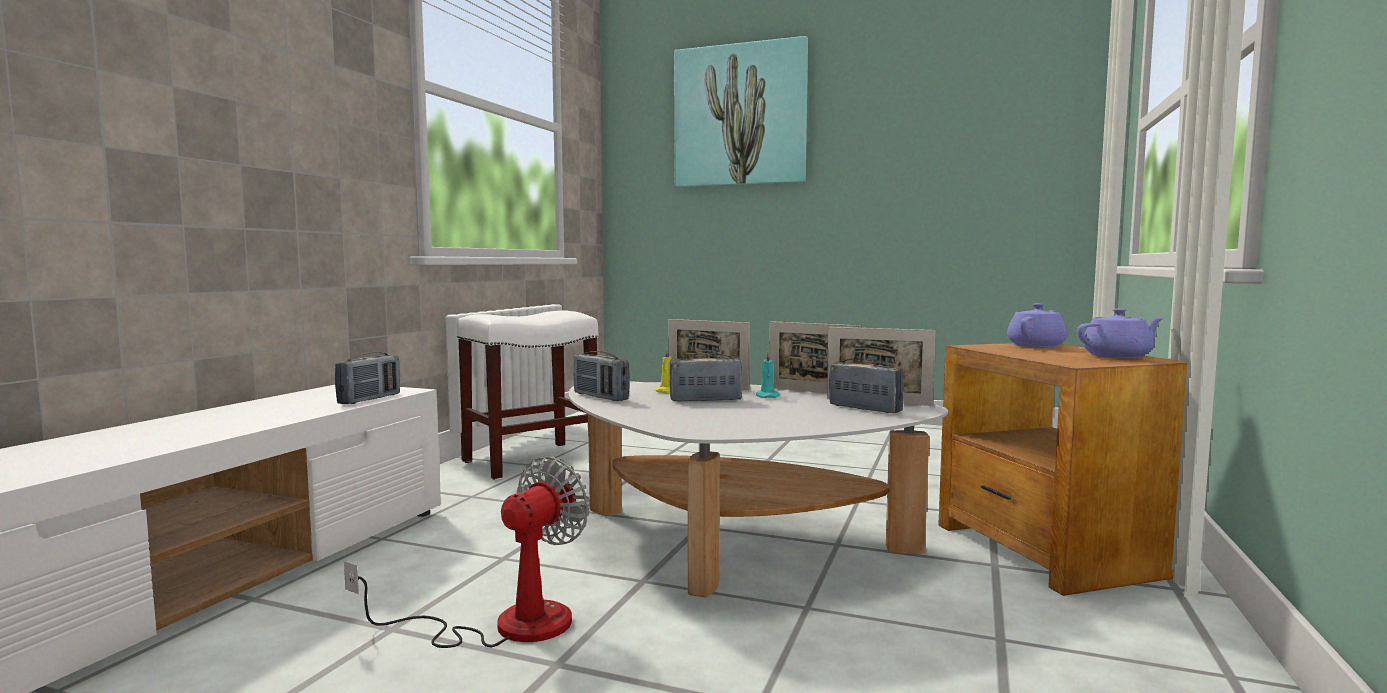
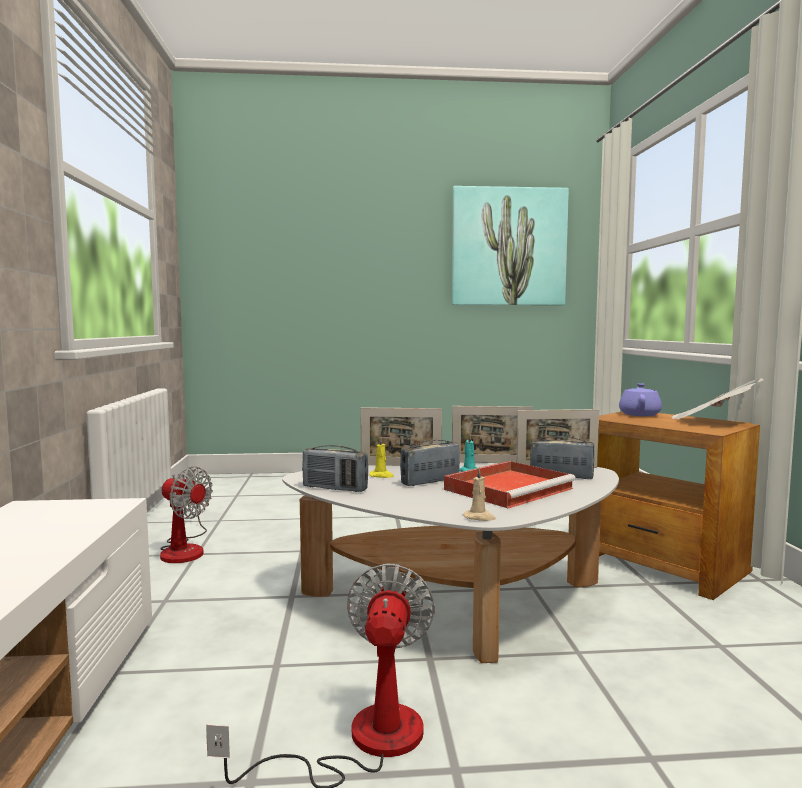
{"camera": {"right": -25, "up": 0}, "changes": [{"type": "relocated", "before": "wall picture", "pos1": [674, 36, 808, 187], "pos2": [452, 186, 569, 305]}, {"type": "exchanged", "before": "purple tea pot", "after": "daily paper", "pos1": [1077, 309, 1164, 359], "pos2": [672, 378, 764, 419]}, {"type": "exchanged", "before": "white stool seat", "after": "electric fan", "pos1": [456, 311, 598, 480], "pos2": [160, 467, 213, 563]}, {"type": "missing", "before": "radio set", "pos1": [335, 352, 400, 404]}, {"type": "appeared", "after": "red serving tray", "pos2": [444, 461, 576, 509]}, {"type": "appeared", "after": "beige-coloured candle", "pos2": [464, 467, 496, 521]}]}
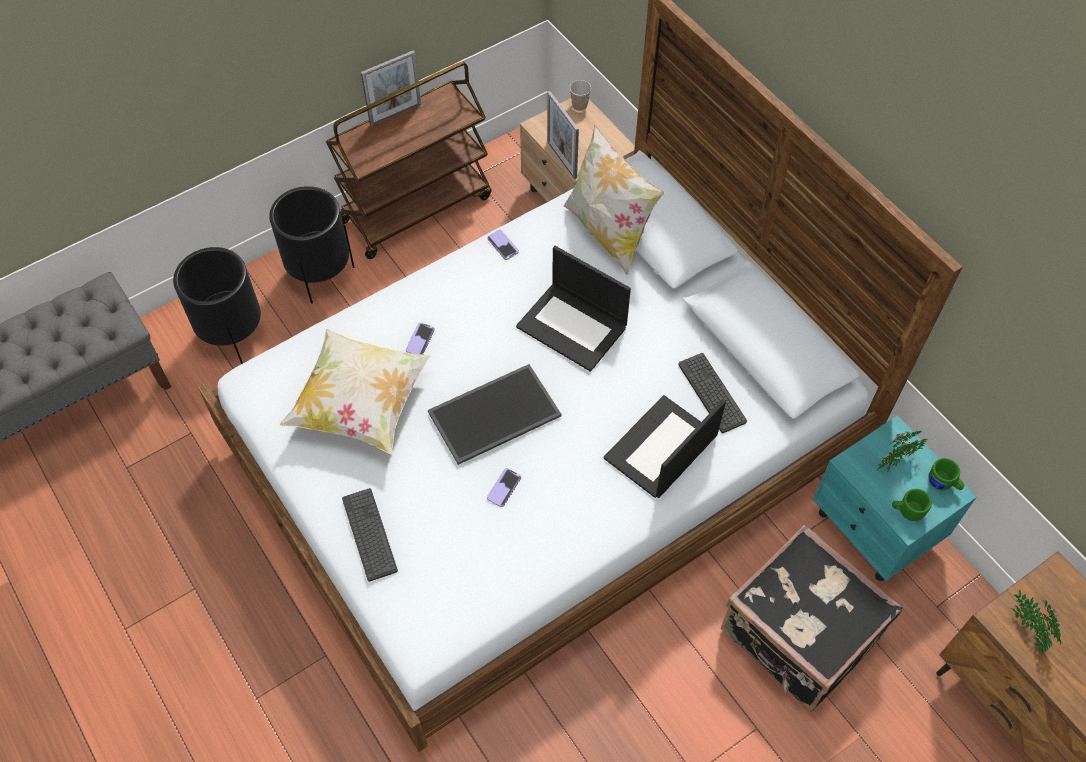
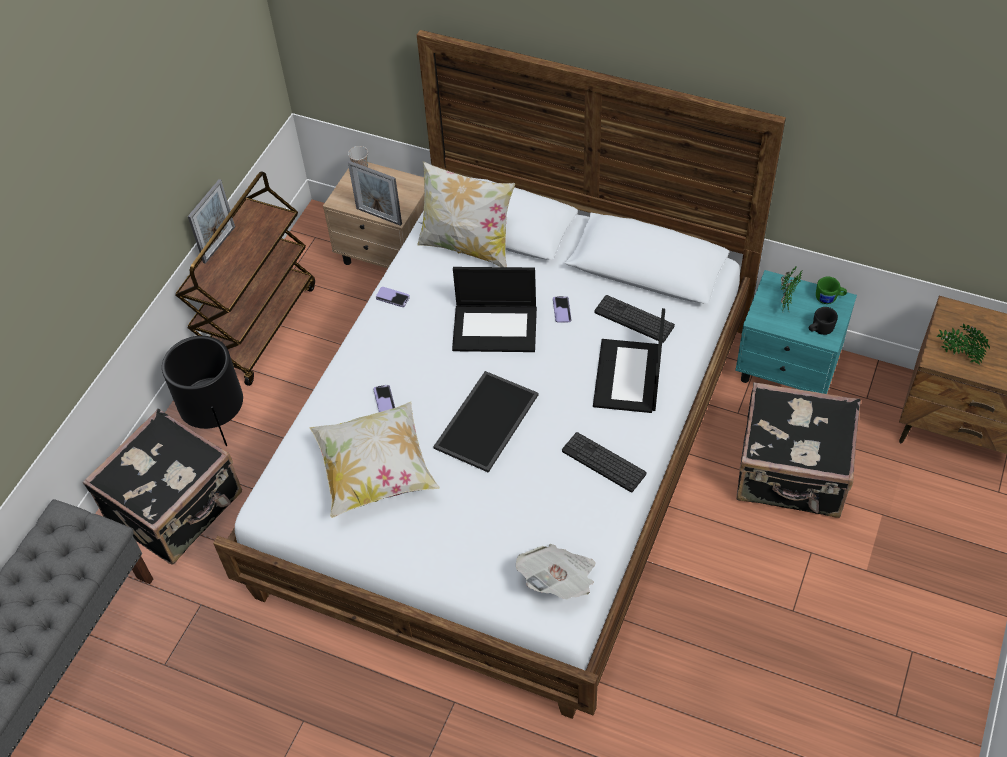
{"camera": {"right": -30, "up": -5}, "changes": [{"type": "exchanged", "before": "black-coloured plant pot", "after": "black-coloured piece of luggage", "pos1": [173, 247, 261, 364], "pos2": [83, 409, 242, 565]}, {"type": "relocated", "before": "phone", "pos1": [487, 468, 521, 507], "pos2": [553, 296, 571, 323]}, {"type": "relocated", "before": "computer keyboard", "pos1": [342, 488, 398, 582], "pos2": [562, 432, 646, 492]}, {"type": "colour", "before": "green-coloured mug", "after": "black-coloured mug", "pos1": [892, 489, 932, 521], "pos2": [809, 307, 838, 335]}, {"type": "appeared", "after": "daily paper", "pos2": [516, 544, 596, 599]}]}
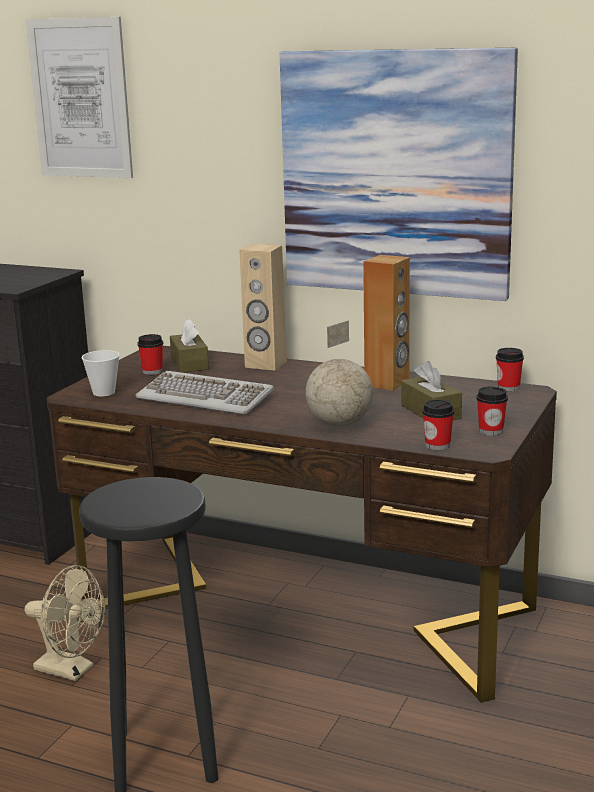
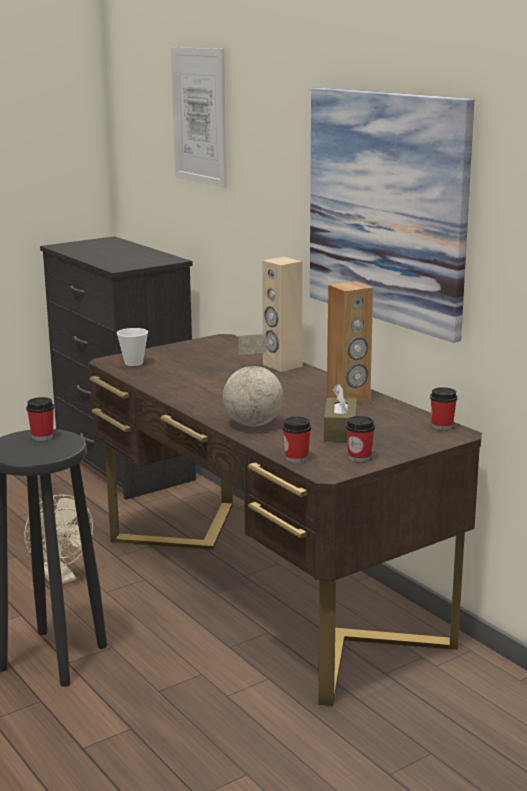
{"camera": {"right": 30, "up": 0}, "changes": [{"type": "missing", "before": "brownish tissue holder", "pos1": [170, 319, 209, 373]}, {"type": "relocated", "before": "drinking cup", "pos1": [137, 334, 163, 375], "pos2": [26, 397, 54, 441]}, {"type": "missing", "before": "computer keyboard", "pos1": [135, 371, 274, 414]}]}
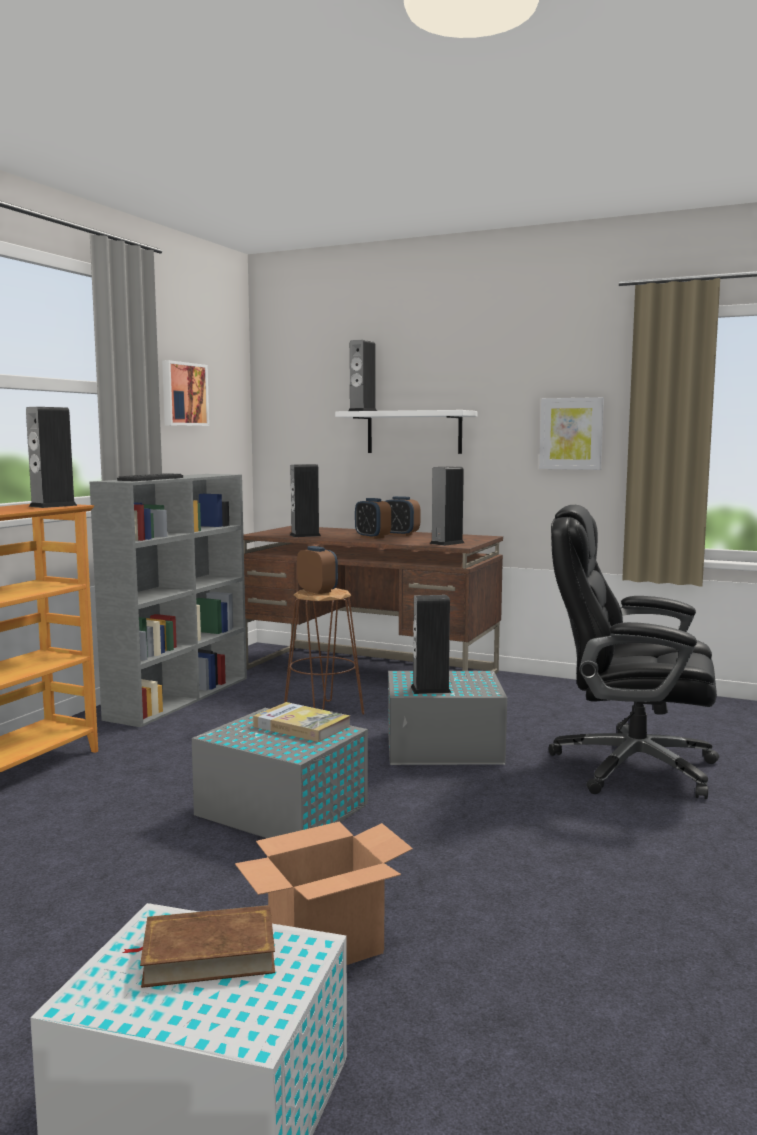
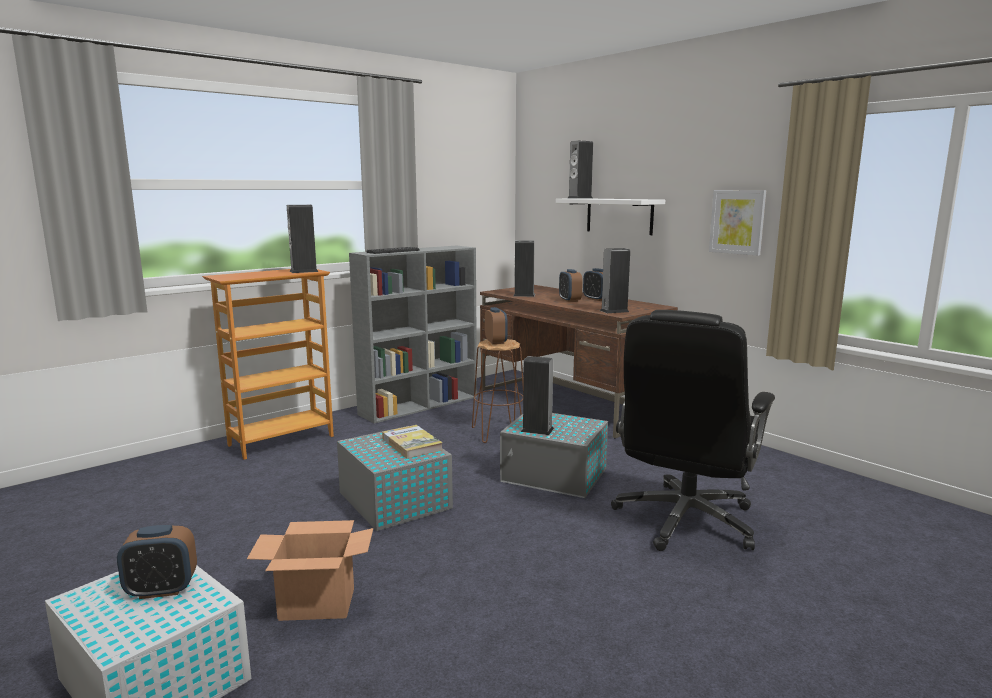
{"camera": {"right": 25, "up": 5}, "changes": [{"type": "missing", "before": "wall picture", "pos1": [162, 360, 209, 426]}, {"type": "spun", "before": "black-coloured office chair", "pos1": [548, 505, 719, 800], "pos2": [611, 310, 775, 551], "turn": -105}, {"type": "exchanged", "before": "brownish bound book", "after": "table clock", "pos1": [122, 905, 275, 988], "pos2": [117, 525, 197, 599]}]}
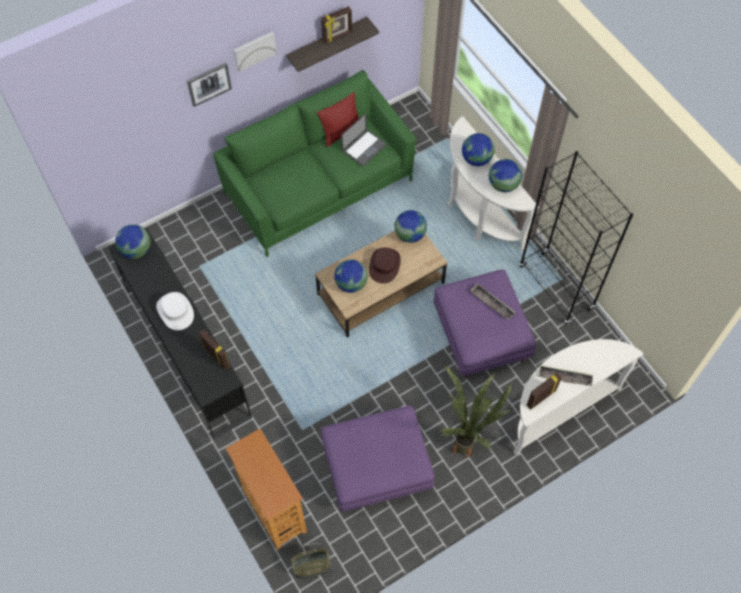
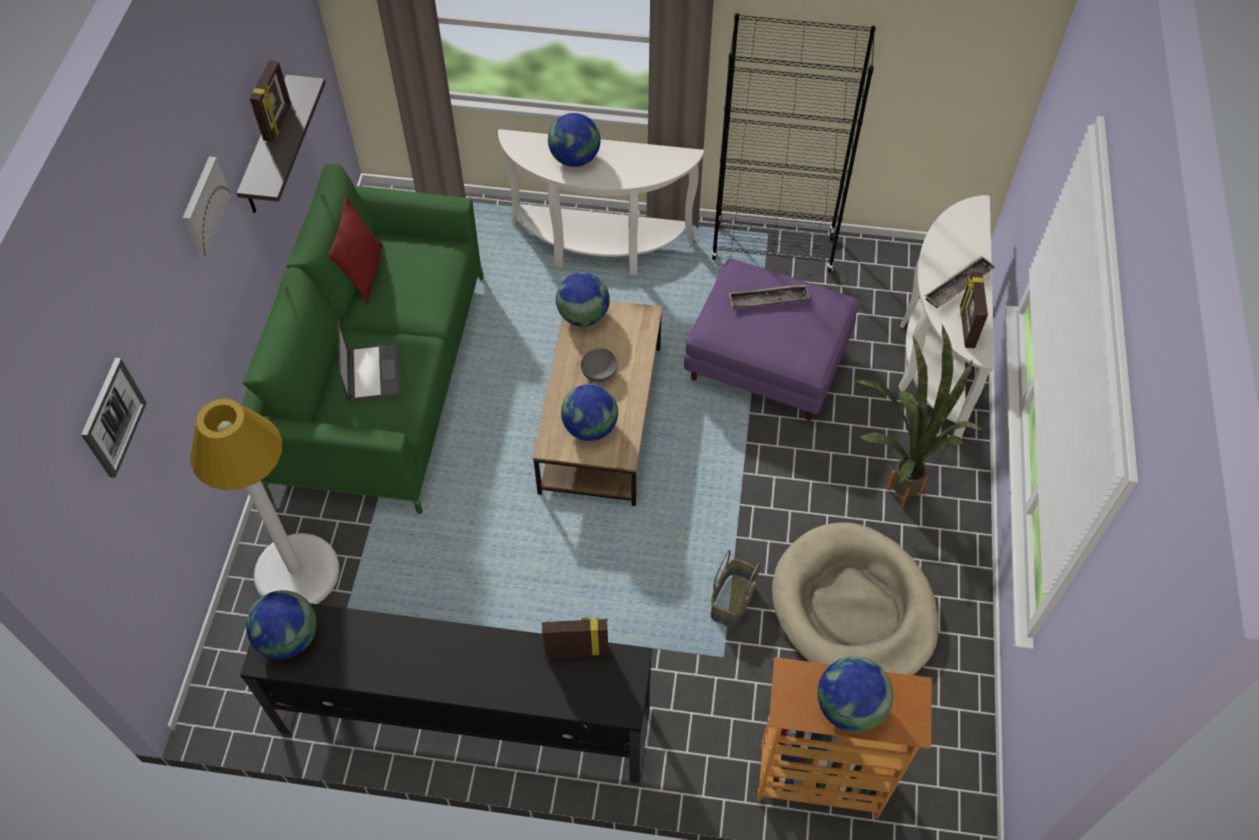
{"camera": {"right": -50, "up": -5}, "changes": [{"type": "relocated", "before": "wall picture", "pos1": [187, 63, 232, 107], "pos2": [81, 358, 147, 478]}, {"type": "relocated", "before": "portable computer", "pos1": [341, 113, 387, 167], "pos2": [338, 321, 400, 403]}, {"type": "relocated", "before": "world globe", "pos1": [489, 159, 522, 192], "pos2": [818, 656, 893, 733]}, {"type": "exchanged", "before": "brownish clothing hat", "after": "grey deep dish", "pos1": [369, 248, 401, 284], "pos2": [581, 348, 618, 383]}, {"type": "missing", "before": "white clothing hat", "pos1": [156, 292, 194, 330]}, {"type": "exchanged", "before": "purple ottoman", "after": "beige-coloured dog cushion", "pos1": [321, 405, 435, 512], "pos2": [772, 522, 939, 675]}, {"type": "relocated", "before": "basket", "pos1": [291, 543, 331, 579], "pos2": [710, 550, 761, 628]}, {"type": "appeared", "after": "white standing lamp", "pos2": [190, 399, 339, 604]}]}
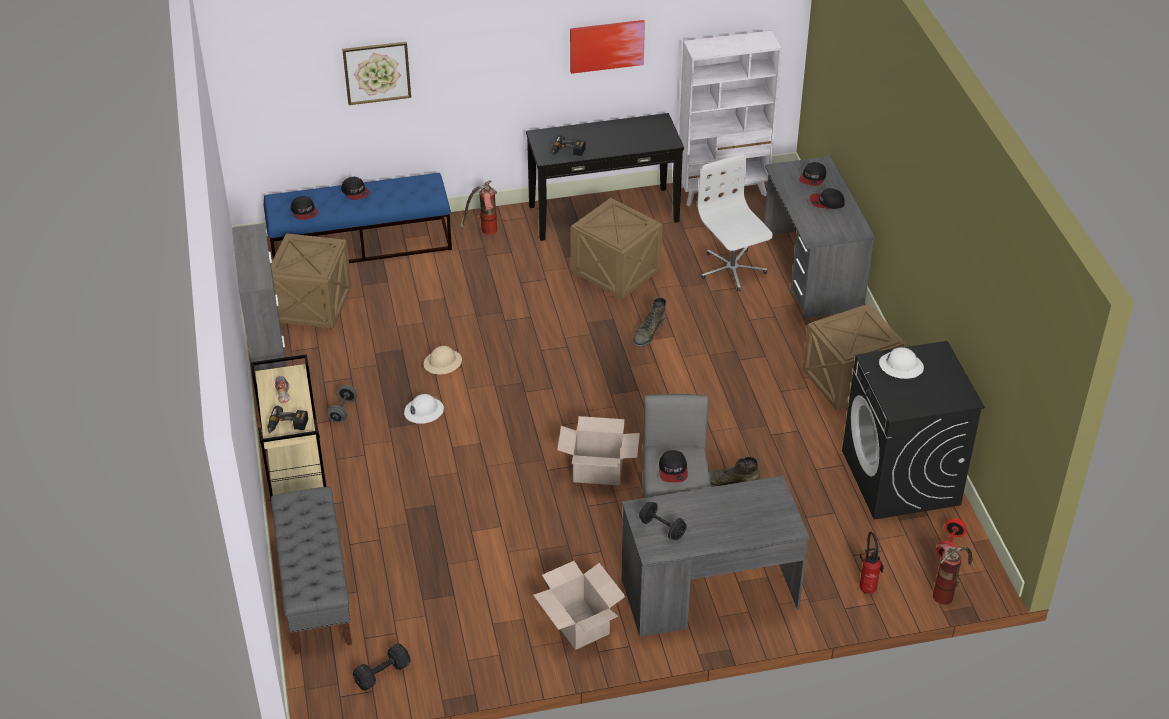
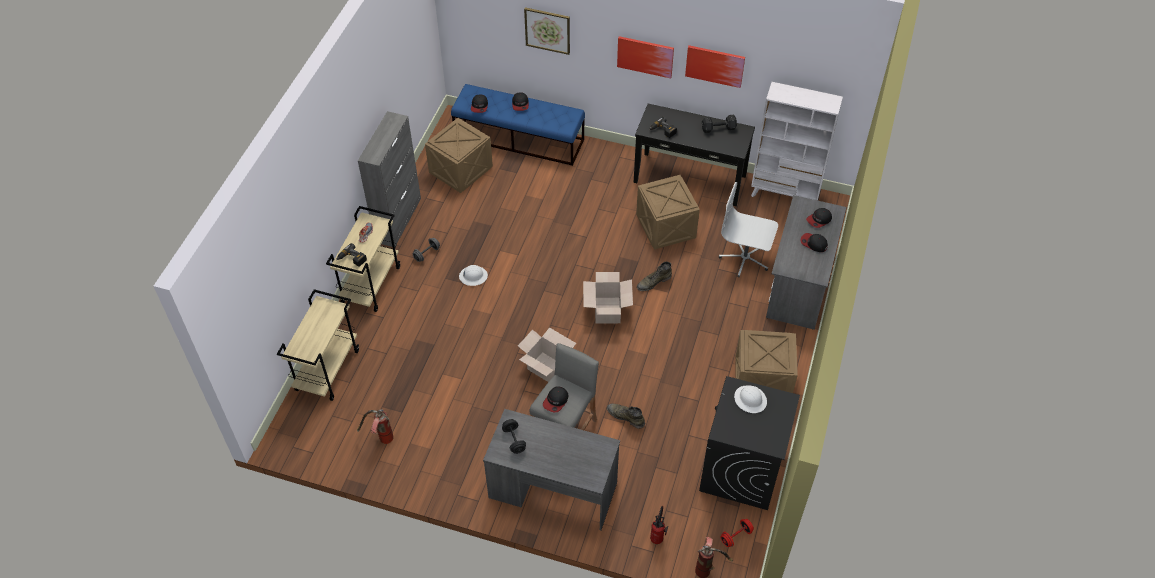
{"camera": {"right": 30, "up": 10}, "changes": [{"type": "spun", "before": "white office chair", "pos1": [697, 154, 773, 291], "pos2": [719, 182, 778, 277], "turn": -75}, {"type": "relocated", "before": "extinguisher", "pos1": [460, 181, 497, 235], "pos2": [357, 409, 394, 444]}, {"type": "missing", "before": "beige-coloured hard hat", "pos1": [424, 346, 462, 375]}, {"type": "exchanged", "before": "grey indoor bench", "after": "beige-coloured wheeled cart", "pos1": [271, 487, 352, 654], "pos2": [277, 289, 359, 401]}, {"type": "relocated", "before": "carton", "pos1": [533, 561, 626, 650], "pos2": [583, 272, 633, 323]}, {"type": "relocated", "before": "black-coloured dumbbell", "pos1": [353, 643, 411, 691], "pos2": [702, 115, 737, 133]}, {"type": "appeared", "after": "wall picture", "pos2": [617, 36, 674, 78]}]}
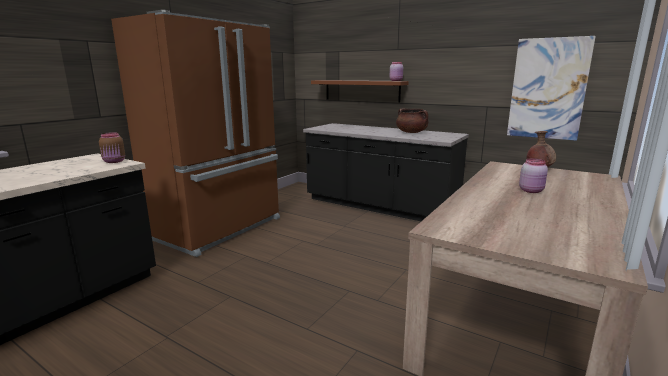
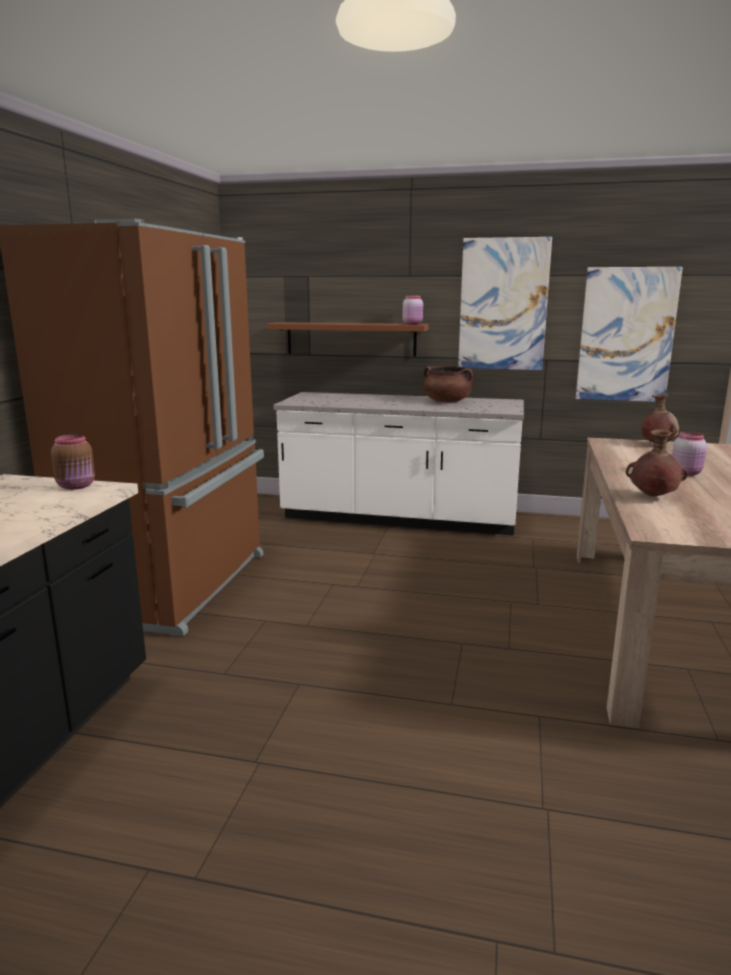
{"camera": {"right": -20, "up": 0}, "changes": [{"type": "colour", "before": "black-coloured kitchen counter", "after": "white kitchen counter", "pos1": [303, 123, 469, 221], "pos2": [273, 392, 524, 536]}, {"type": "appeared", "after": "wall picture", "pos2": [458, 237, 552, 370]}, {"type": "appeared", "after": "brownish flower vase", "pos2": [626, 429, 687, 496]}]}
